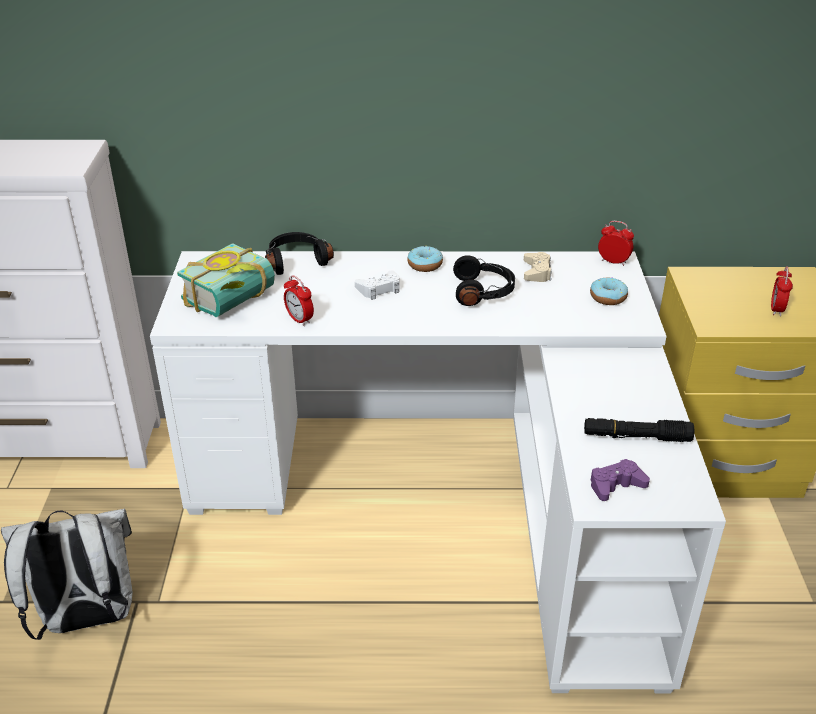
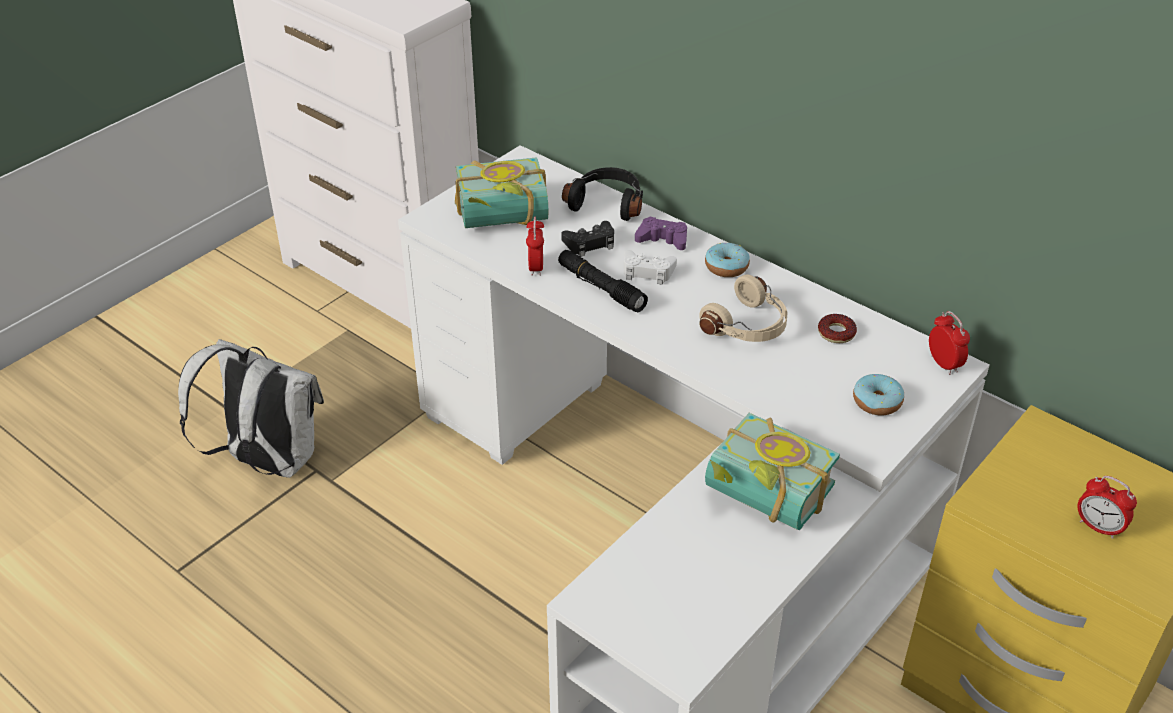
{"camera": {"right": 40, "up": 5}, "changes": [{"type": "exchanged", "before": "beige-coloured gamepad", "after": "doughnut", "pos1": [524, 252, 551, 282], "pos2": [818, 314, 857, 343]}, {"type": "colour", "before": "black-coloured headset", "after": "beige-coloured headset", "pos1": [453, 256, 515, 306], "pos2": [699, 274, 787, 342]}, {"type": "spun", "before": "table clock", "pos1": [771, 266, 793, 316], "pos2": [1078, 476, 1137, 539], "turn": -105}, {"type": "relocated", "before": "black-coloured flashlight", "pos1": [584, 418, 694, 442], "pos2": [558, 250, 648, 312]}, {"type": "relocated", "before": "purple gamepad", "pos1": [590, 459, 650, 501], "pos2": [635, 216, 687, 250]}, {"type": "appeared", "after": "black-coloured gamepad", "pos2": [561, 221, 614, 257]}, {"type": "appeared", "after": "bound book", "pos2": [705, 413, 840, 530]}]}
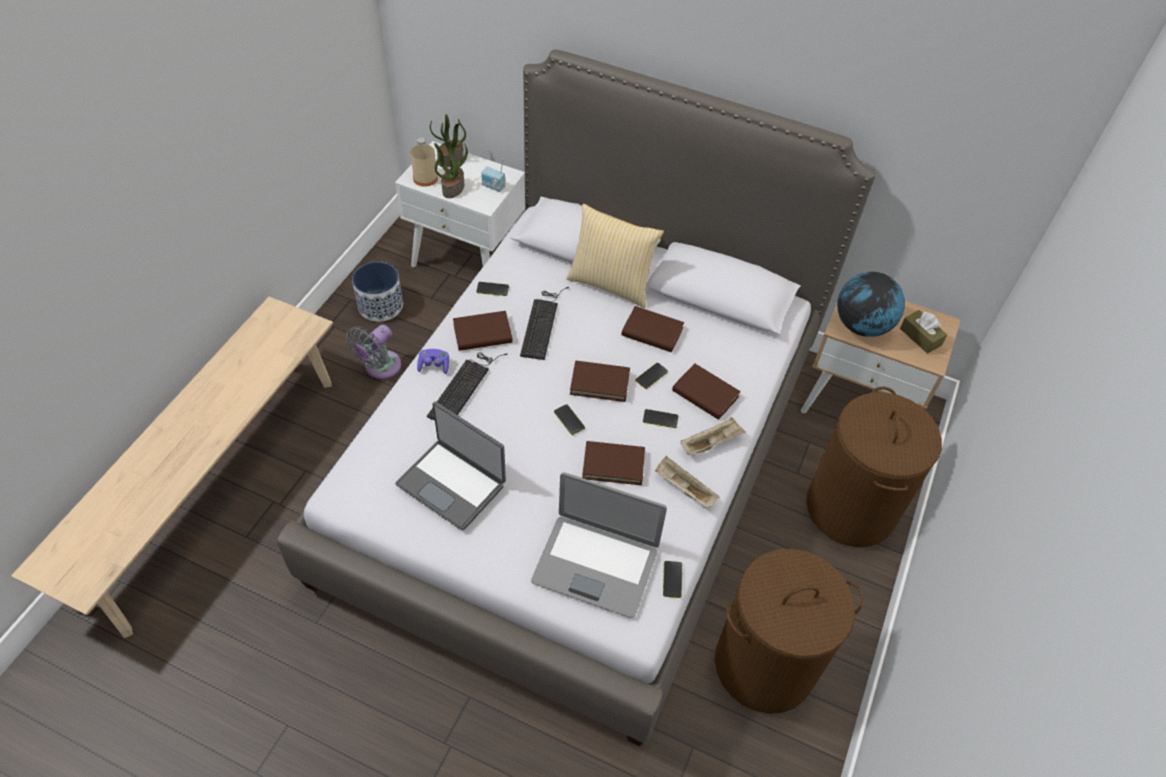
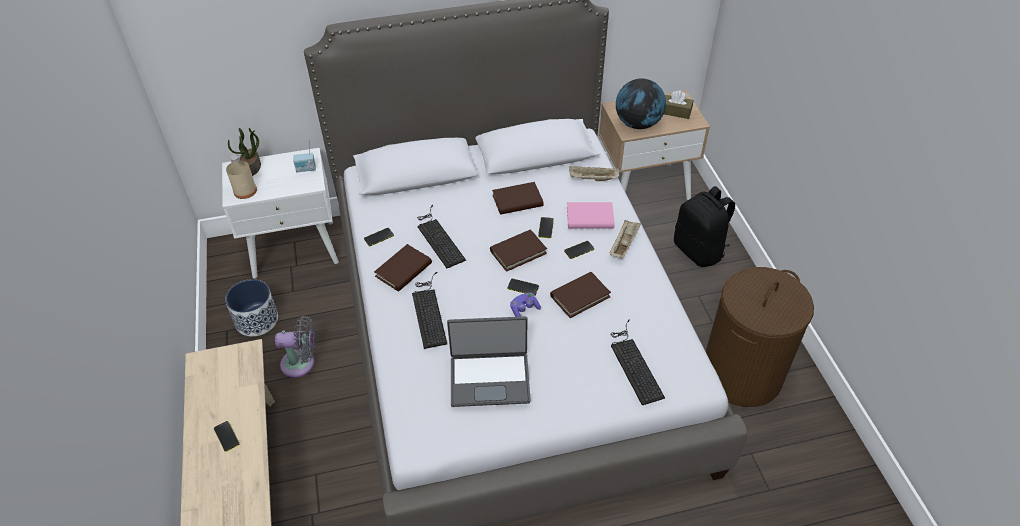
{"camera": {"right": -35, "up": -5}, "changes": [{"type": "missing", "before": "potted plant", "pos1": [434, 141, 468, 198]}, {"type": "missing", "before": "pillow", "pos1": [567, 204, 664, 308]}, {"type": "spun", "before": "grey electric fan", "pos1": [346, 325, 401, 379], "pos2": [275, 316, 315, 378], "turn": -90}, {"type": "relocated", "before": "purple gamepad", "pos1": [417, 349, 449, 374], "pos2": [510, 292, 541, 317]}, {"type": "colour", "before": "brownish bound book", "after": "pink-coloured bound book", "pos1": [672, 363, 741, 420], "pos2": [567, 202, 615, 229]}, {"type": "exchanged", "before": "brownish washing basket", "after": "black-coloured knapsack", "pos1": [806, 387, 942, 547], "pos2": [674, 186, 735, 267]}, {"type": "relocated", "before": "beige-coloured serving tray", "pos1": [655, 456, 720, 508], "pos2": [569, 166, 619, 181]}, {"type": "exchanged", "before": "portable computer", "after": "computer keyboard", "pos1": [531, 472, 667, 618], "pos2": [611, 320, 665, 405]}, {"type": "relocated", "before": "phone", "pos1": [663, 561, 682, 598], "pos2": [214, 421, 239, 452]}]}
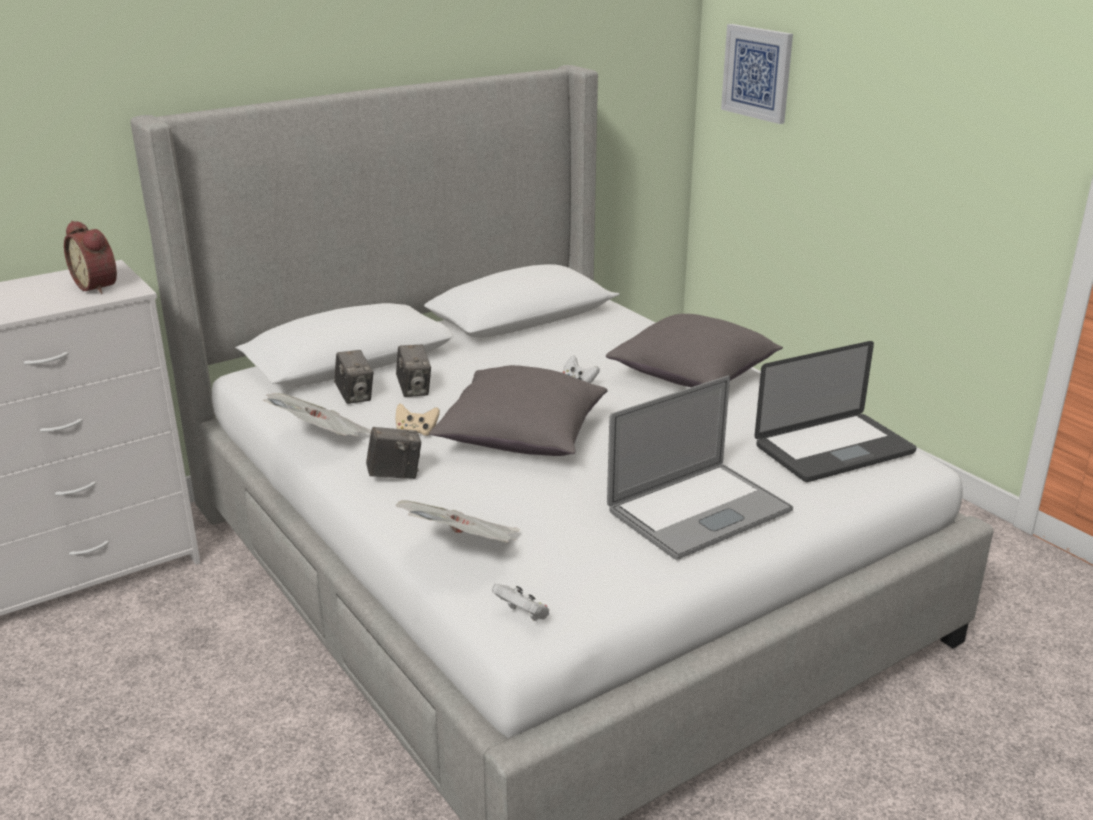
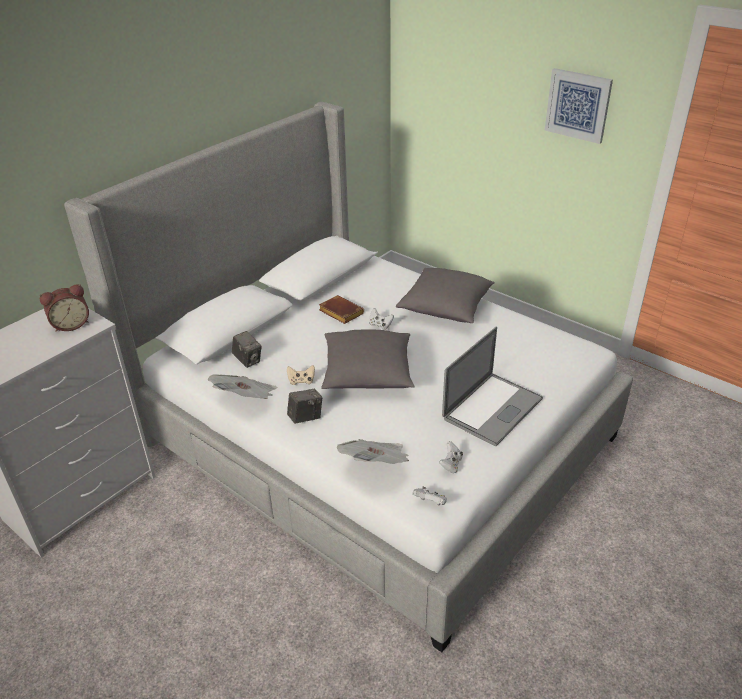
{"camera": {"right": -15, "up": 10}, "changes": [{"type": "relocated", "before": "wall picture", "pos1": [721, 24, 793, 124], "pos2": [545, 68, 613, 144]}, {"type": "spun", "before": "table clock", "pos1": [64, 221, 117, 294], "pos2": [39, 284, 89, 332], "turn": -60}, {"type": "missing", "before": "portable computer", "pos1": [755, 341, 917, 482]}, {"type": "missing", "before": "still camera", "pos1": [396, 345, 431, 397]}, {"type": "appeared", "after": "brownish bound book", "pos2": [319, 295, 364, 324]}, {"type": "appeared", "after": "white gamepad", "pos2": [439, 441, 463, 473]}]}
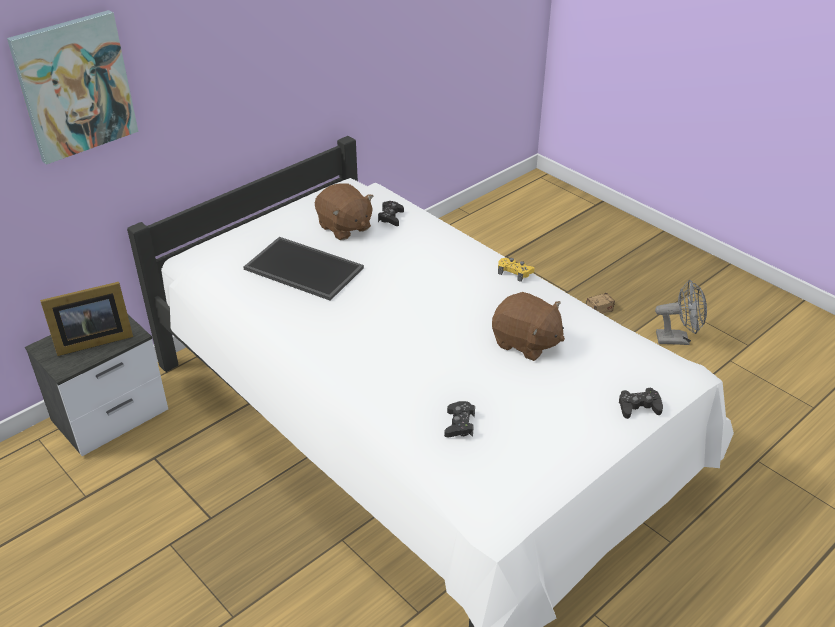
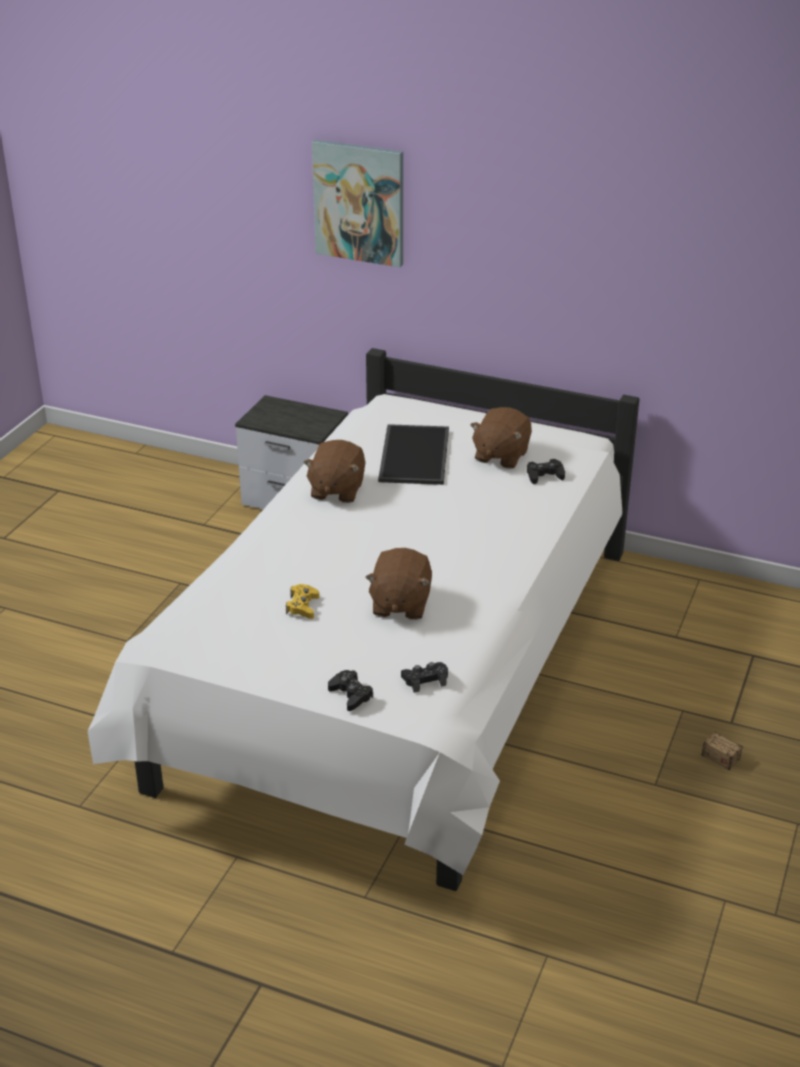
{"camera": {"right": 65, "up": -5}, "changes": [{"type": "relocated", "before": "yellow gamepad", "pos1": [498, 258, 535, 282], "pos2": [286, 584, 319, 619]}, {"type": "missing", "before": "grey electric fan", "pos1": [655, 280, 707, 345]}, {"type": "missing", "before": "photo frame", "pos1": [40, 282, 133, 356]}, {"type": "relocated", "before": "black-coloured gamepad", "pos1": [444, 401, 475, 437], "pos2": [401, 662, 448, 693]}, {"type": "appeared", "after": "brownish cuddly toy", "pos2": [303, 440, 366, 503]}]}
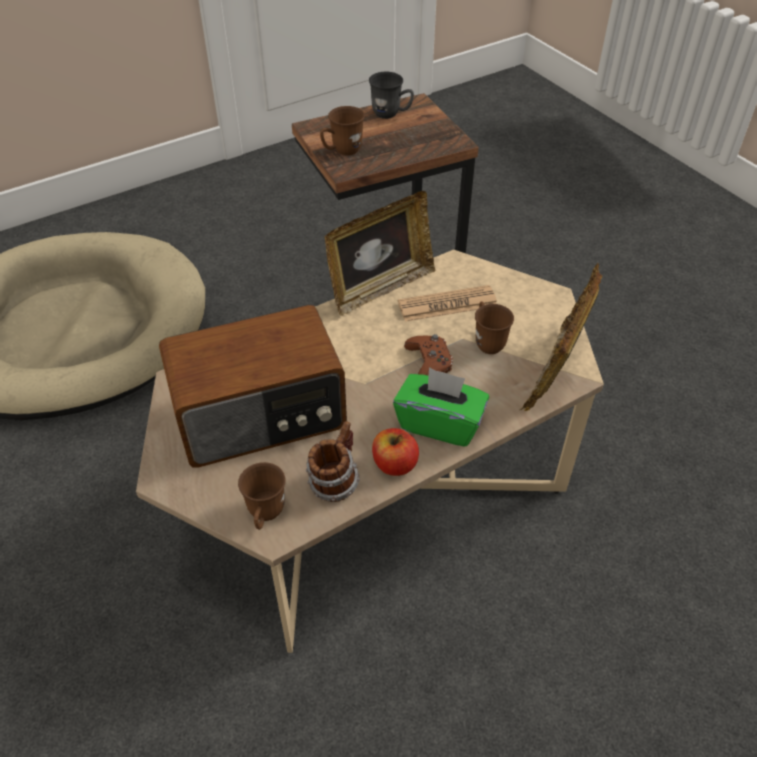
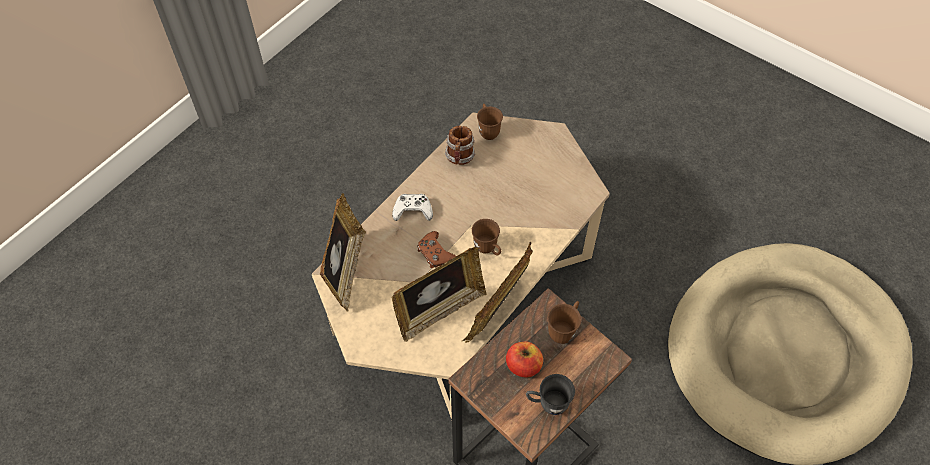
{"camera": {"right": 160, "up": 10}, "changes": [{"type": "exchanged", "before": "daily paper", "after": "photo frame", "pos1": [398, 285, 497, 322], "pos2": [392, 247, 487, 342]}, {"type": "relocated", "before": "brownish mug", "pos1": [475, 301, 514, 354], "pos2": [472, 219, 501, 256]}, {"type": "missing", "before": "radio set", "pos1": [159, 305, 347, 468]}, {"type": "exchanged", "before": "green-coloured tissue holder", "after": "white gamepad", "pos1": [393, 367, 489, 447], "pos2": [392, 194, 433, 221]}, {"type": "relocated", "before": "apple fruit", "pos1": [372, 428, 419, 476], "pos2": [506, 342, 543, 378]}]}
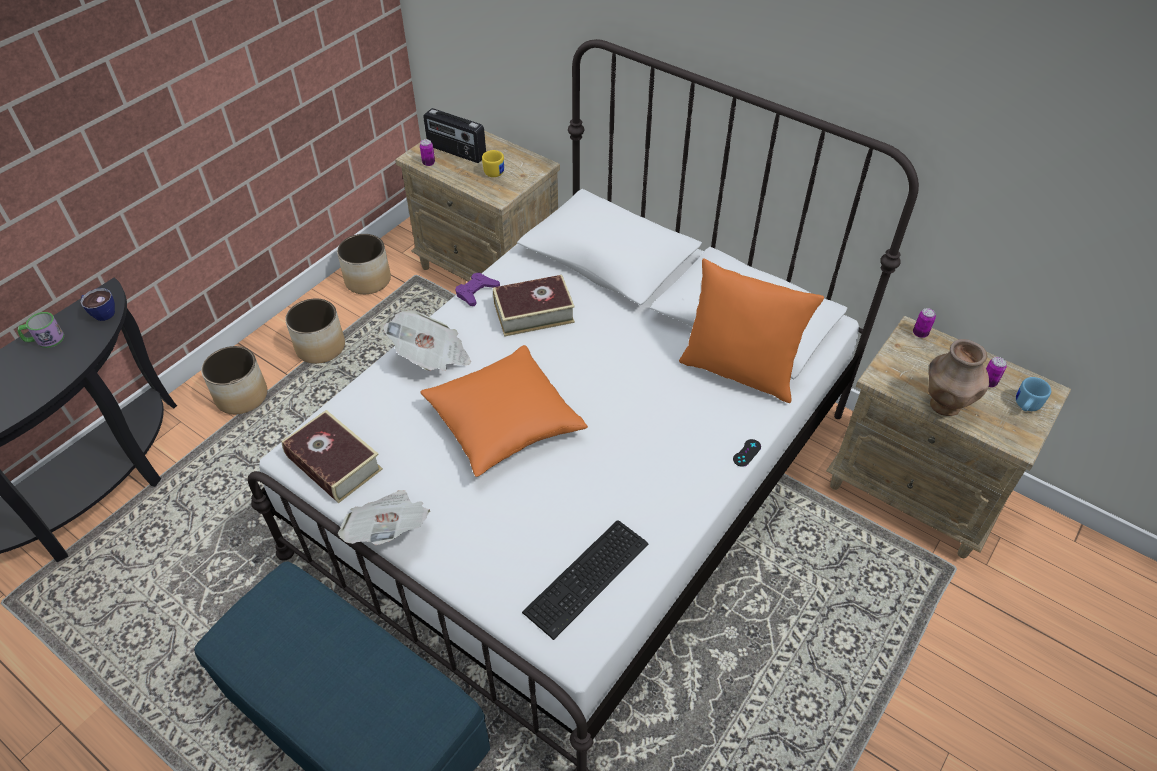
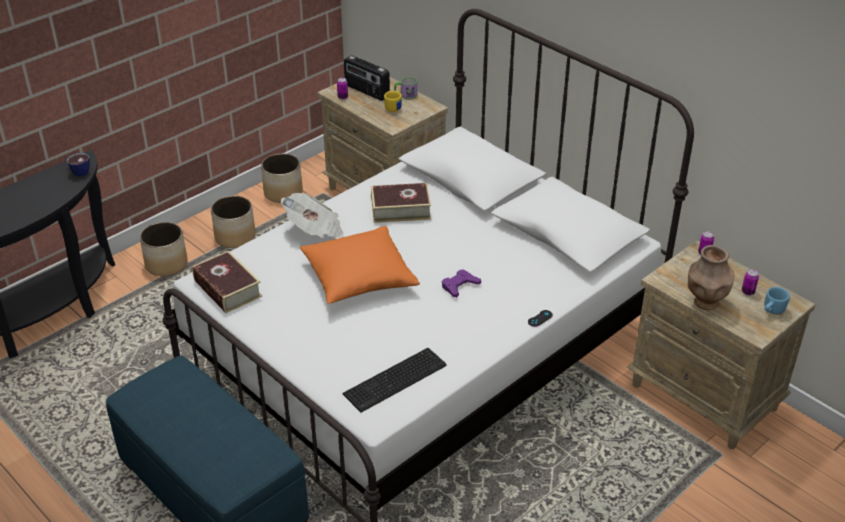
{"camera": {"right": 10, "up": -10}, "changes": [{"type": "missing", "before": "orange pillow", "pos1": [679, 258, 824, 403]}, {"type": "relocated", "before": "purple gamepad", "pos1": [455, 272, 500, 306], "pos2": [442, 269, 481, 297]}, {"type": "relocated", "before": "mug", "pos1": [18, 312, 64, 348], "pos2": [394, 77, 417, 99]}, {"type": "missing", "before": "daily paper", "pos1": [338, 490, 430, 545]}]}
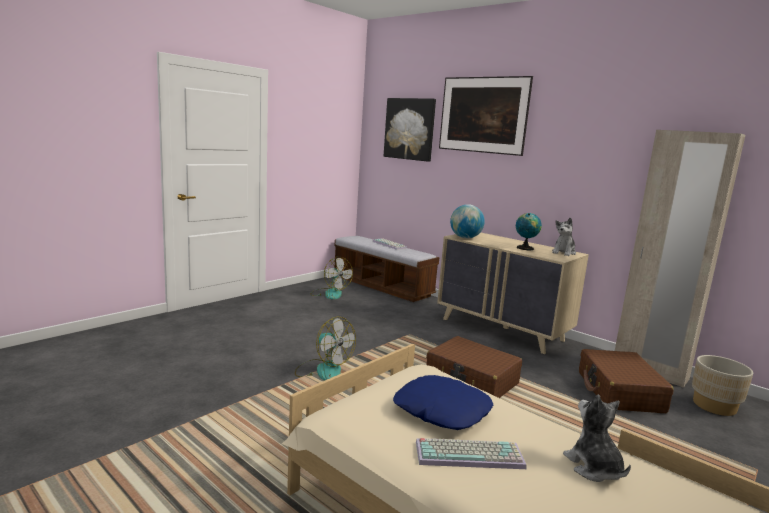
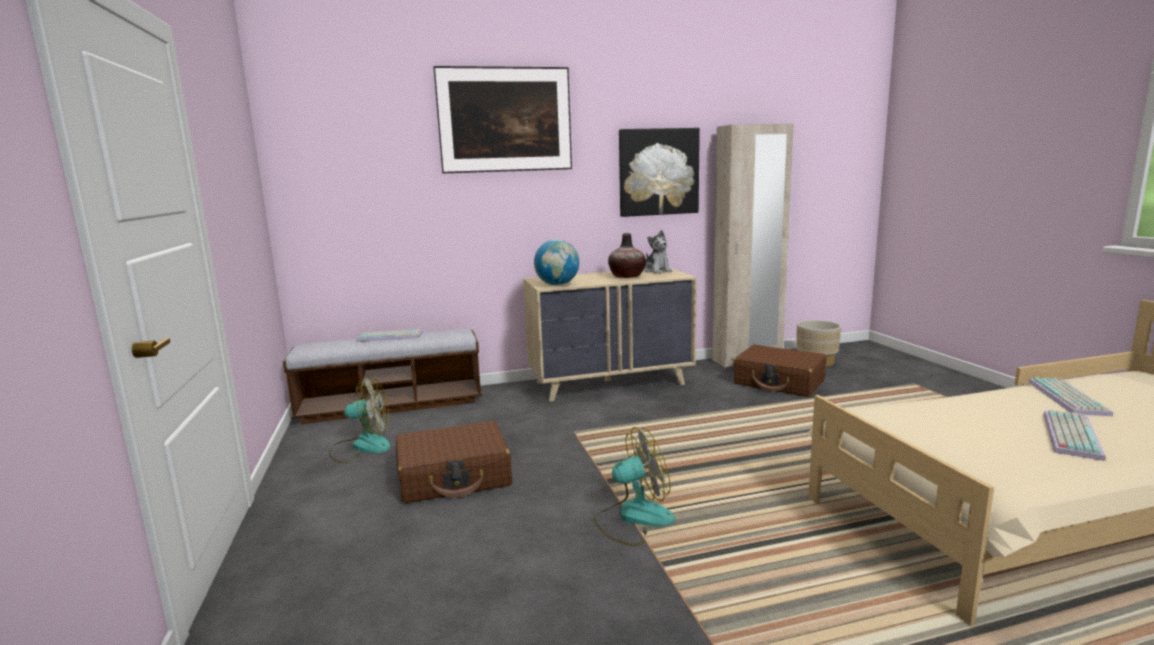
{"camera": {"right": -55, "up": 0}, "changes": [{"type": "relocated", "before": "wall picture", "pos1": [384, 98, 436, 162], "pos2": [619, 128, 700, 217]}, {"type": "exchanged", "before": "world globe", "after": "flower vase", "pos1": [516, 213, 542, 250], "pos2": [608, 233, 646, 278]}, {"type": "relocated", "before": "brownish piece of luggage", "pos1": [426, 336, 522, 398], "pos2": [396, 421, 512, 503]}, {"type": "missing", "before": "blue-coloured pillow", "pos1": [393, 375, 493, 430]}, {"type": "exchanged", "before": "cuddly toy", "after": "computer keyboard", "pos1": [563, 395, 631, 482], "pos2": [1028, 377, 1113, 416]}]}
